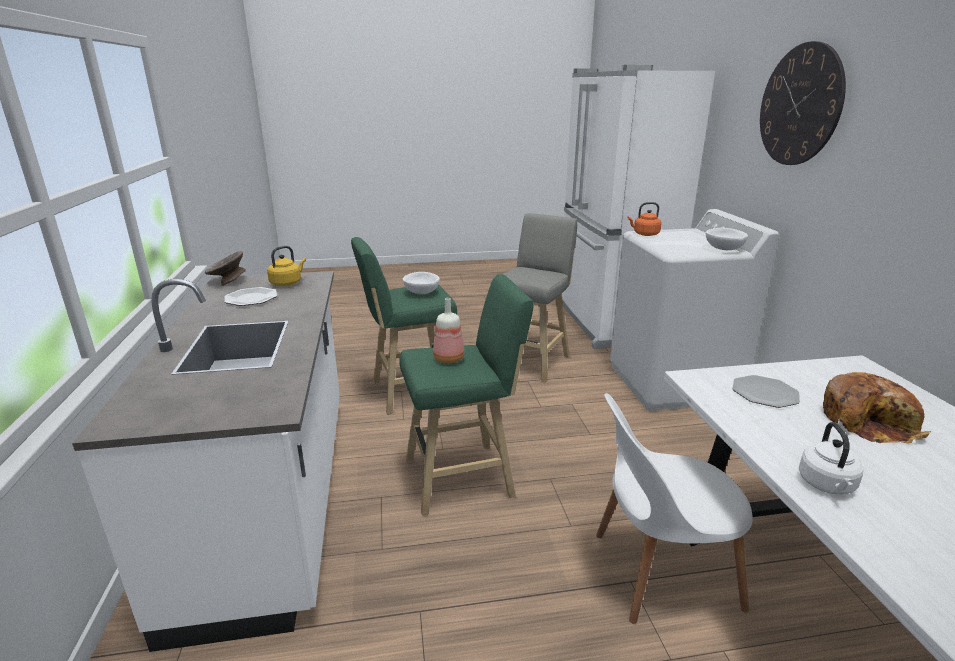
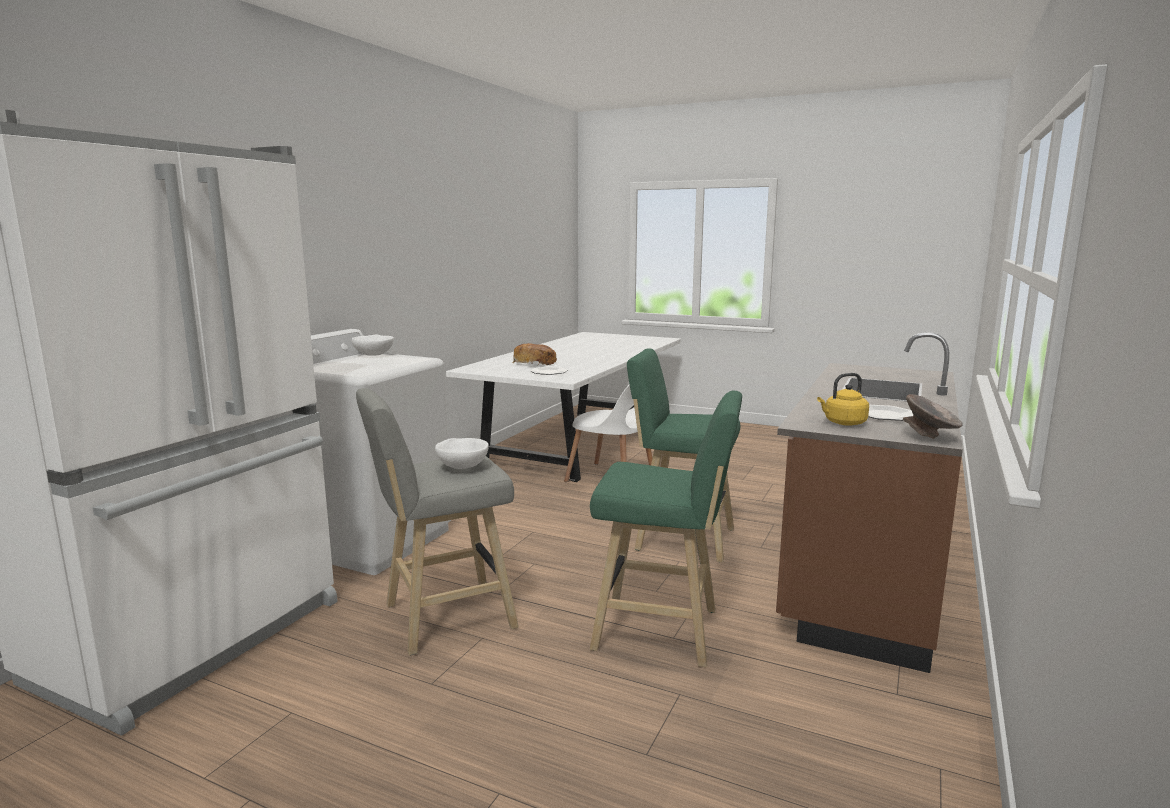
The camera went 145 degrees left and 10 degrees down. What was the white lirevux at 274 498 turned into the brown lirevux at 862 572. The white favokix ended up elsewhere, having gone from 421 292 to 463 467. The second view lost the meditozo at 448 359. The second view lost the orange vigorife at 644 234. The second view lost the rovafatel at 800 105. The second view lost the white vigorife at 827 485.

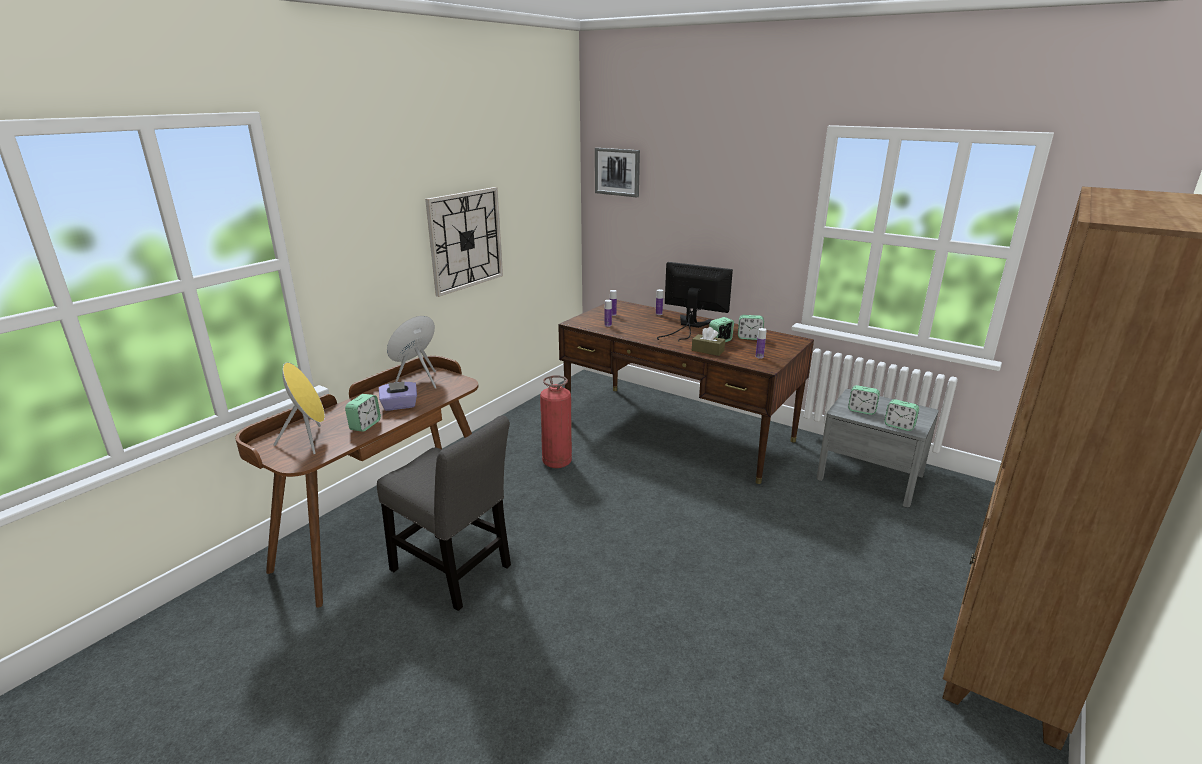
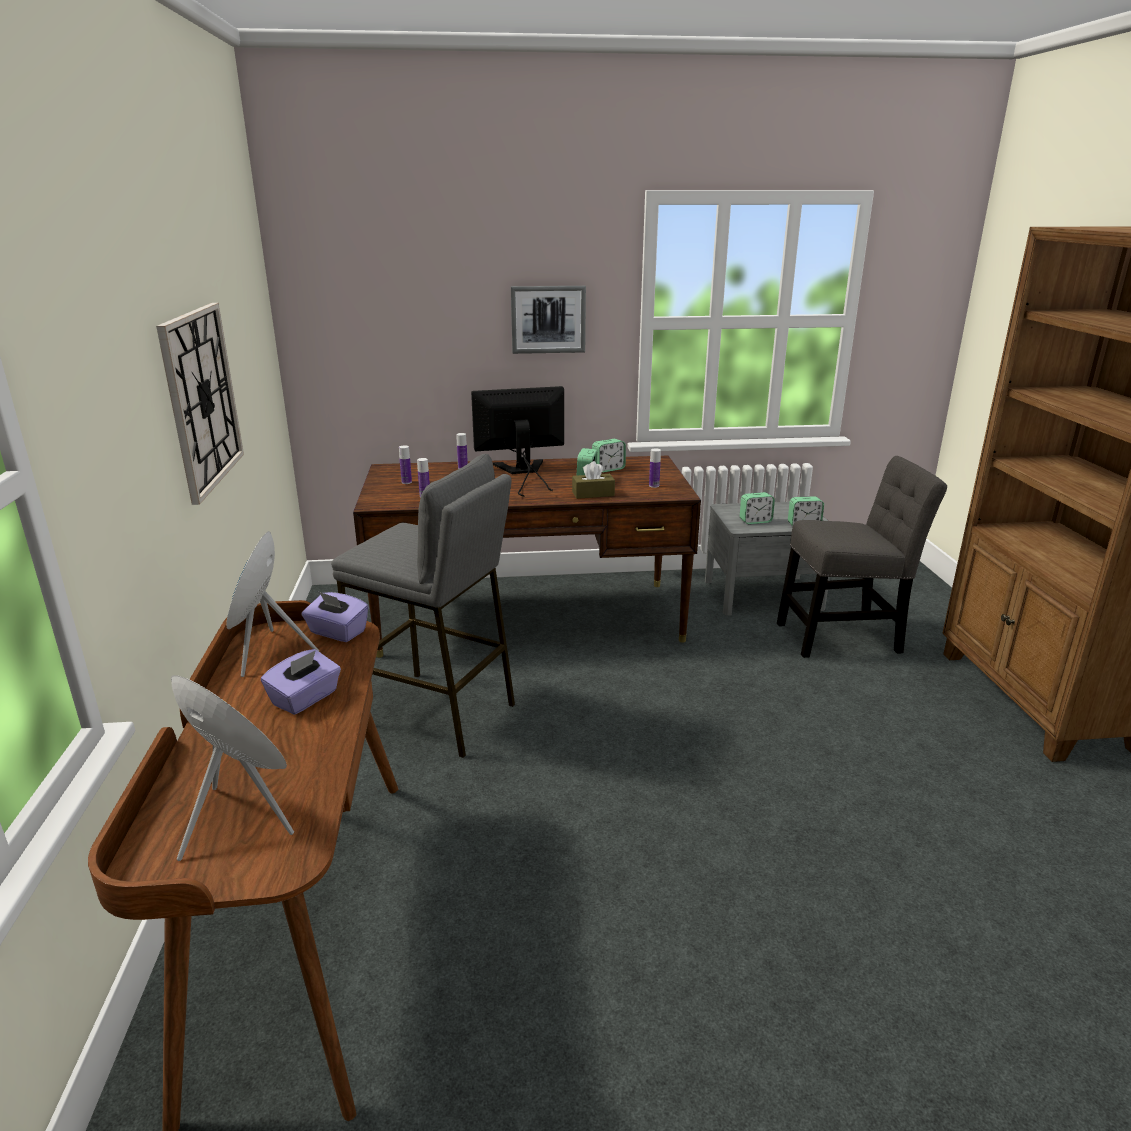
The camera went 40 degrees left and 0 degrees up. The second view lost the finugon at 365 425. The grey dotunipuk ended up elsewhere, having gone from 454 571 to 844 636. Where the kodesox stood at 557 462, the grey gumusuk came to stand at 437 714. The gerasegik ended up elsewhere, having gone from 617 172 to 548 319. The second view gained the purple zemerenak at 337 632.

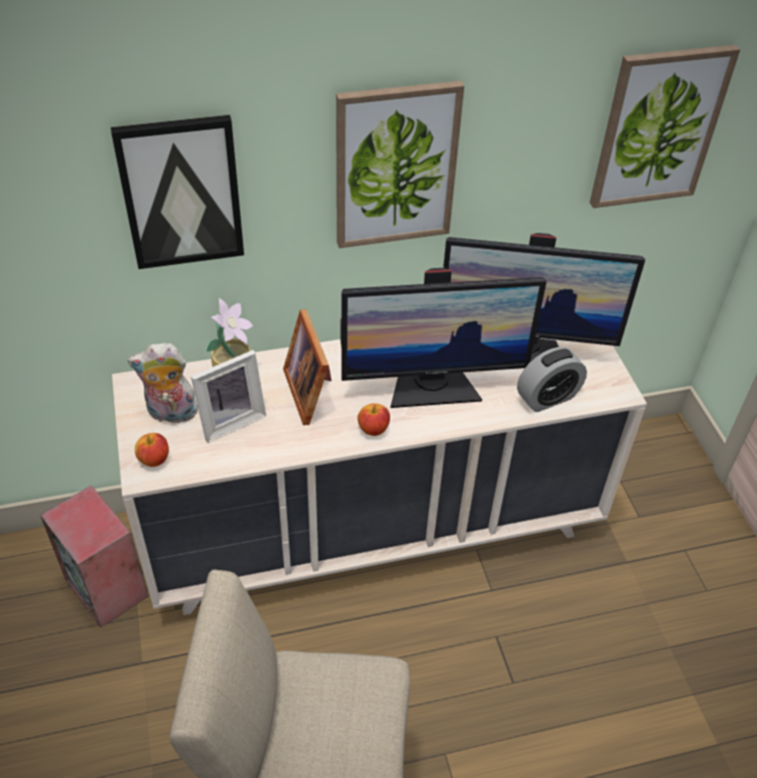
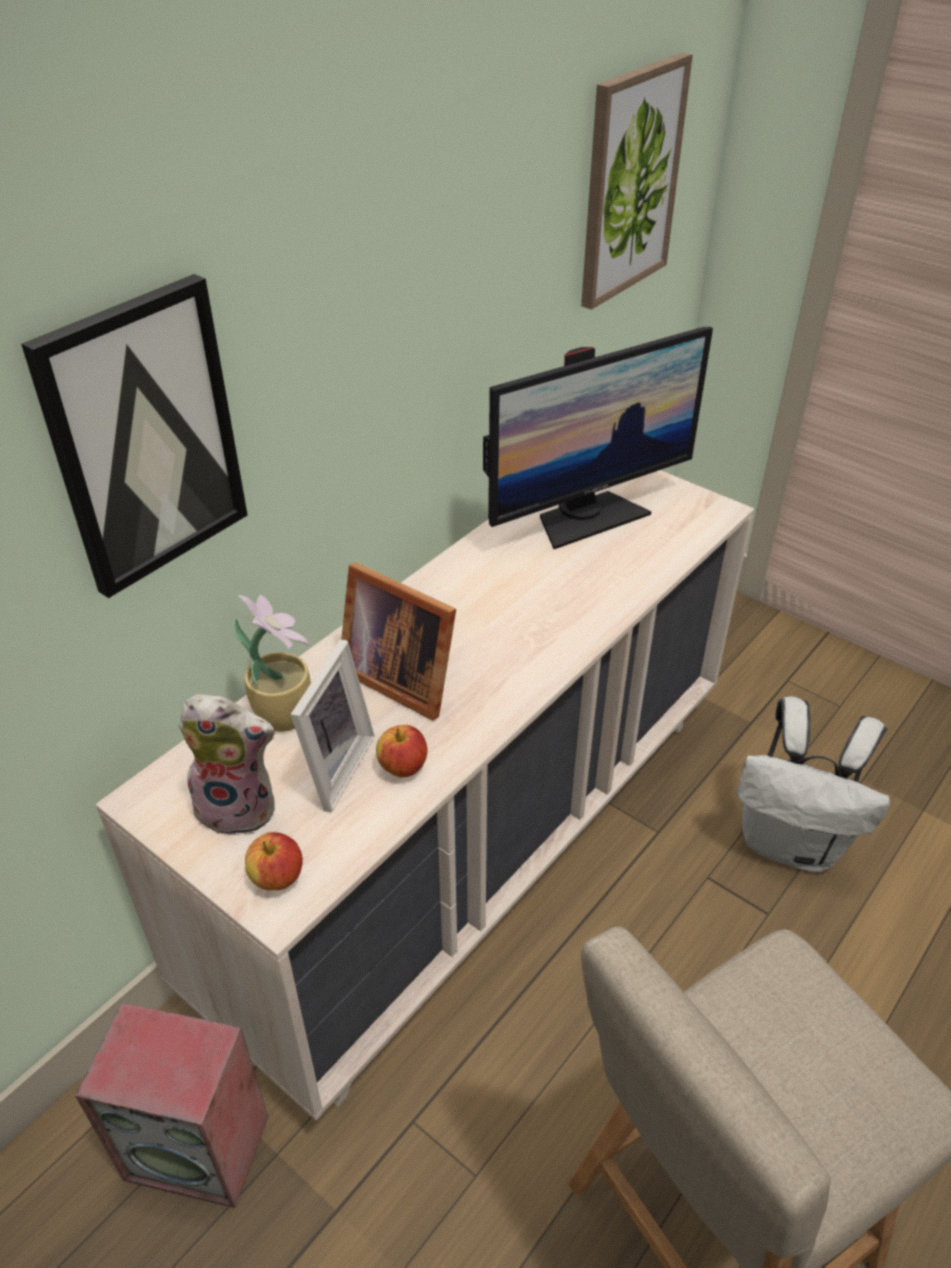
The camera went 35 degrees left and 5 degrees down. The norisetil at 170 414 ended up facing another way, 135 degrees counterclockwise from before. The second view lost the gerasegik at 395 165. The second view lost the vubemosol at 432 387. The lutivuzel ended up elsewhere, having gone from 373 429 to 403 767. The second view lost the finugon at 547 398. The second view gained the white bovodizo at 792 843.

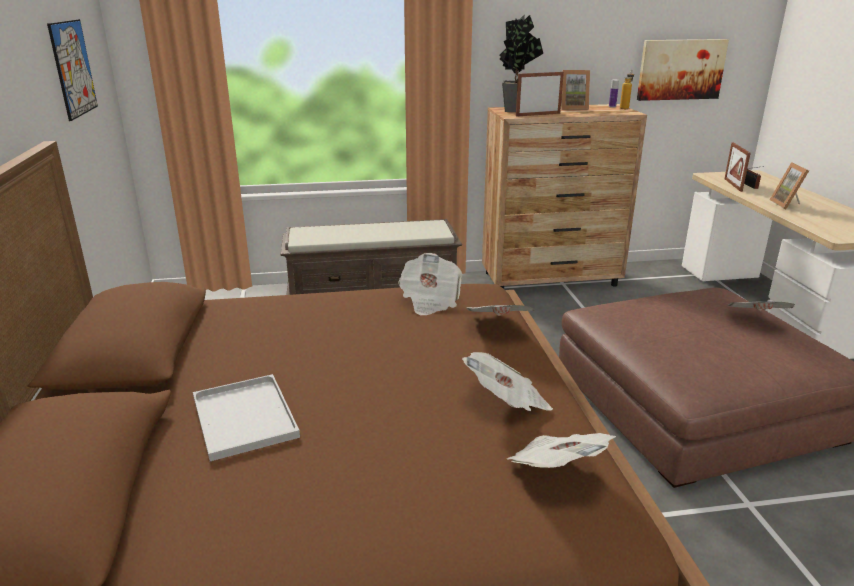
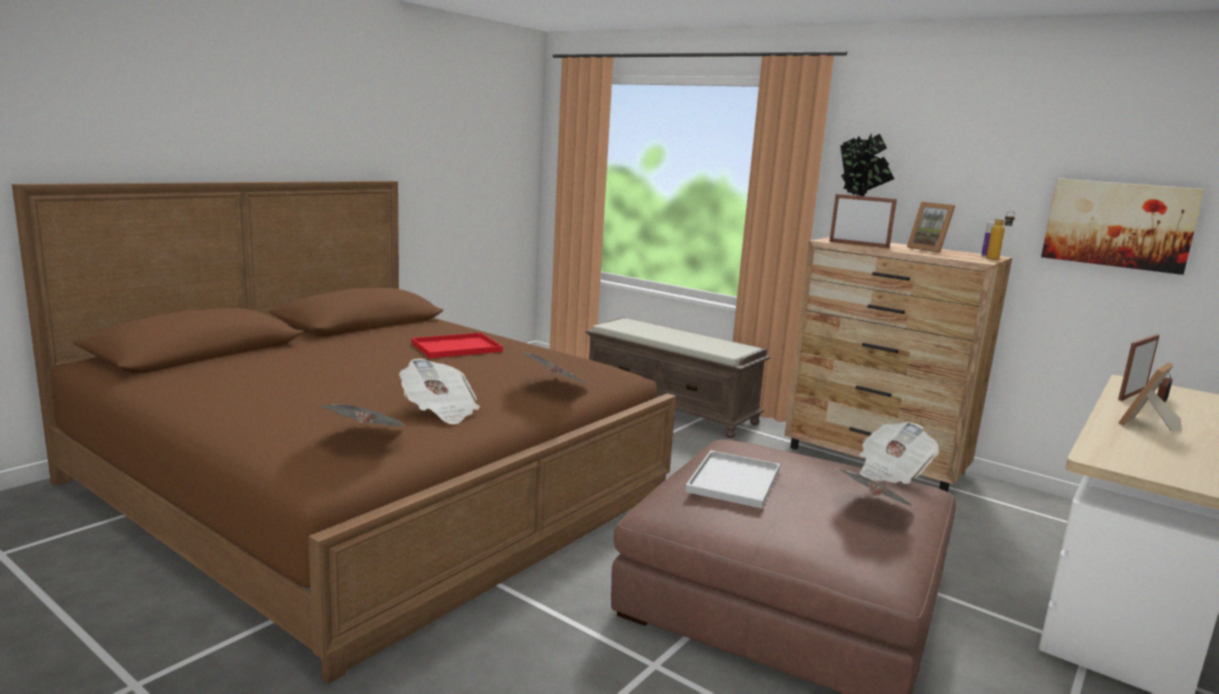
The camera went 45 degrees right and 10 degrees down. The second view lost the gerasegik at 73 68. The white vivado ended up elsewhere, having gone from 242 416 to 733 479. The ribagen ended up elsewhere, having gone from 430 301 to 891 472. The second view gained the red vivado at 458 347.

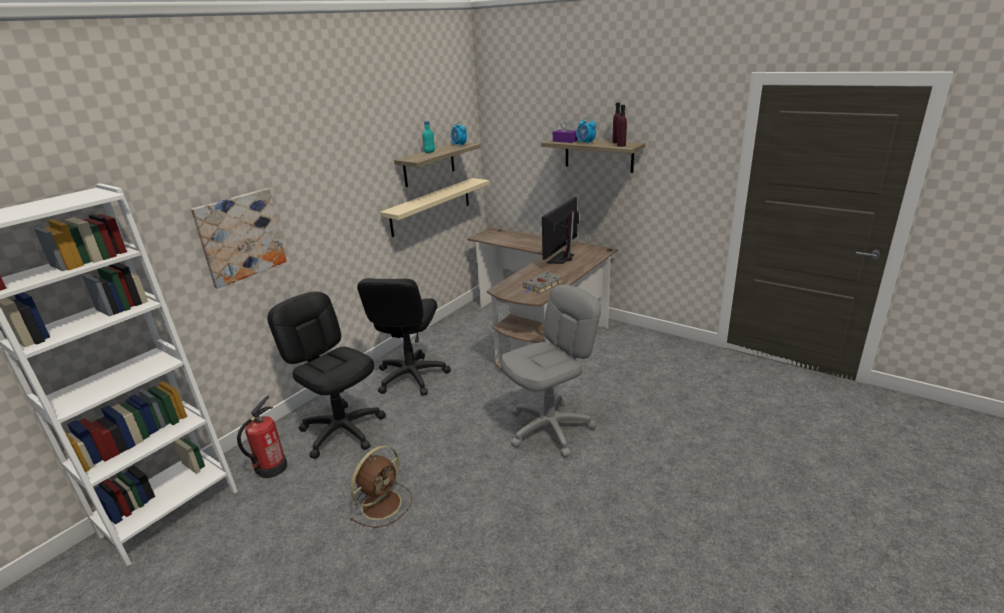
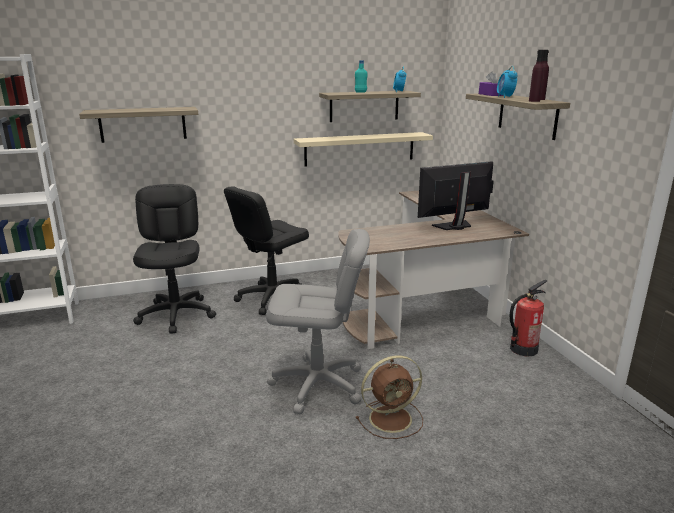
The camera went 35 degrees right and 5 degrees down. Where the gerasegik hung at 240 236, the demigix came to hang at 143 124. The kodesox ended up elsewhere, having gone from 271 468 to 523 349. The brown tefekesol ended up elsewhere, having gone from 382 503 to 392 418. The second view lost the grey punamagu at 542 285.

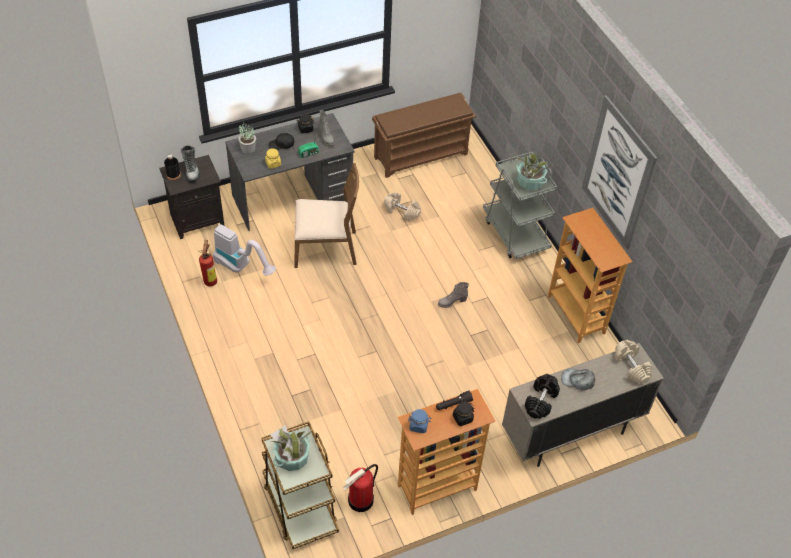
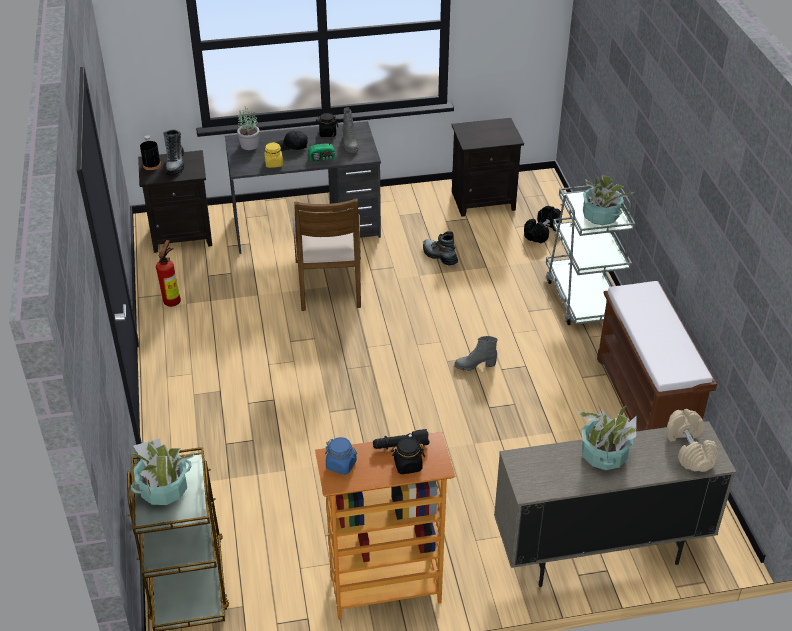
The camera went 15 degrees right and 10 degrees down. The second view lost the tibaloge at 242 267. The brown dotunipuk at 326 248 ended up facing another way, 75 degrees clockwise from before. The second view lost the kodesox at 361 501. Where the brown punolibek stood at 421 155, the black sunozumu came to stand at 483 200. Where the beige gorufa stood at 401 211, the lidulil came to stand at 439 256. The black gorufa ended up elsewhere, having gone from 541 401 to 542 232. Where the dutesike stood at 576 314, the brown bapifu came to stand at 645 403. Where the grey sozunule stood at 578 380, the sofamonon came to stand at 604 455. The second view lost the gerasegik at 618 173.

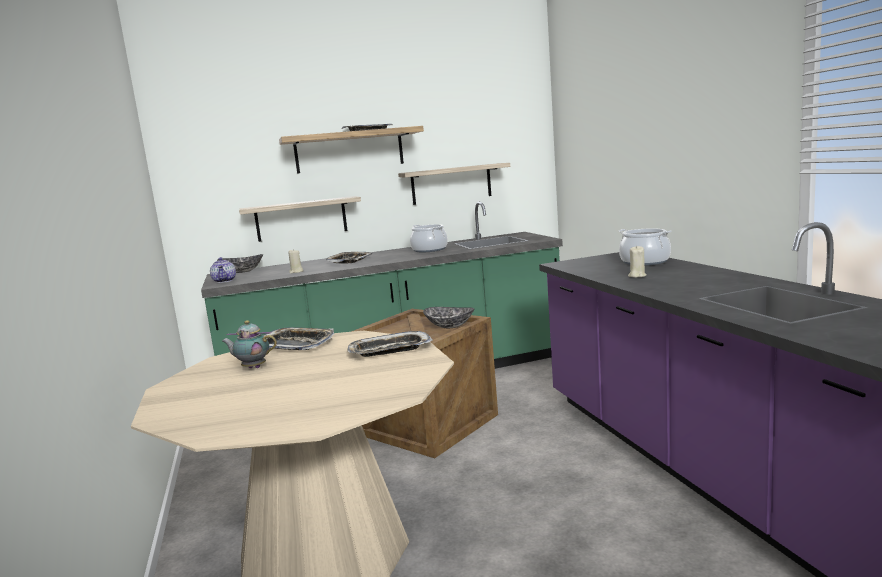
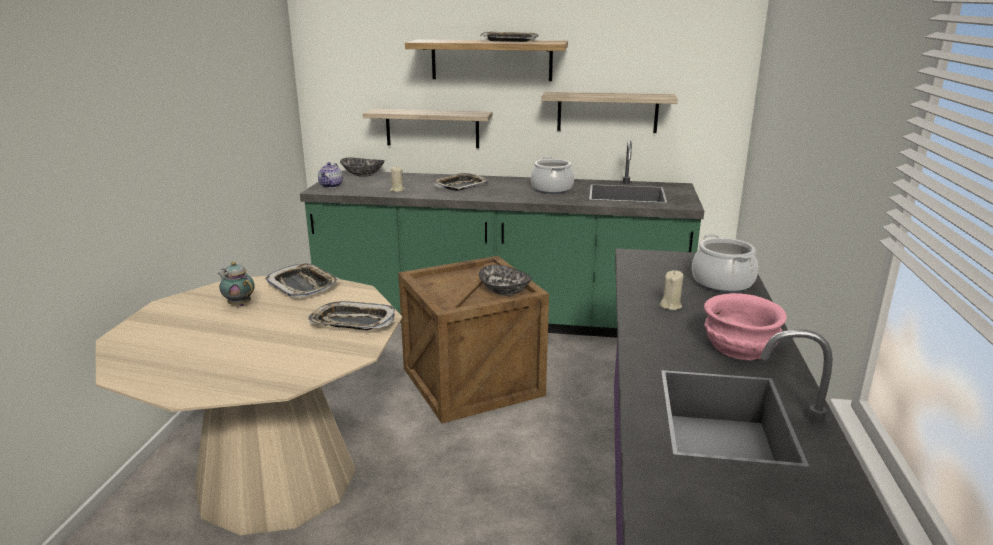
The camera went 25 degrees right and 10 degrees up. The second view gained the pink favokix at 740 347.

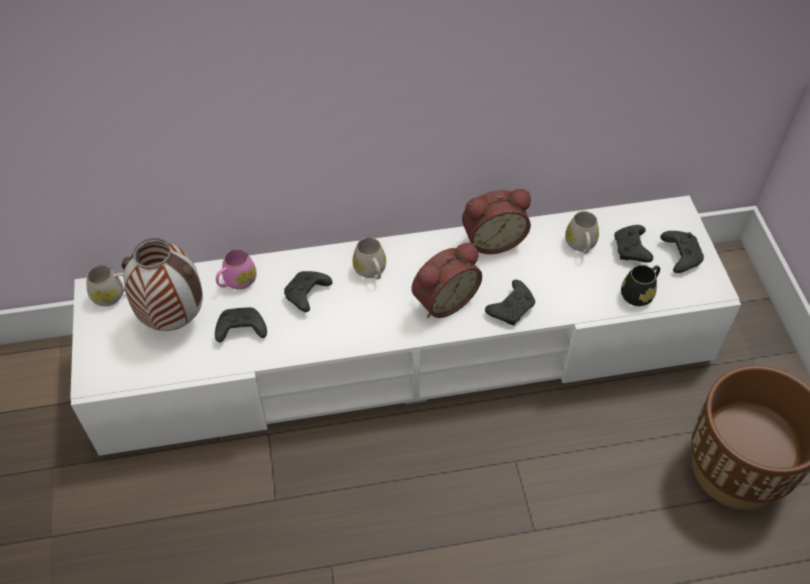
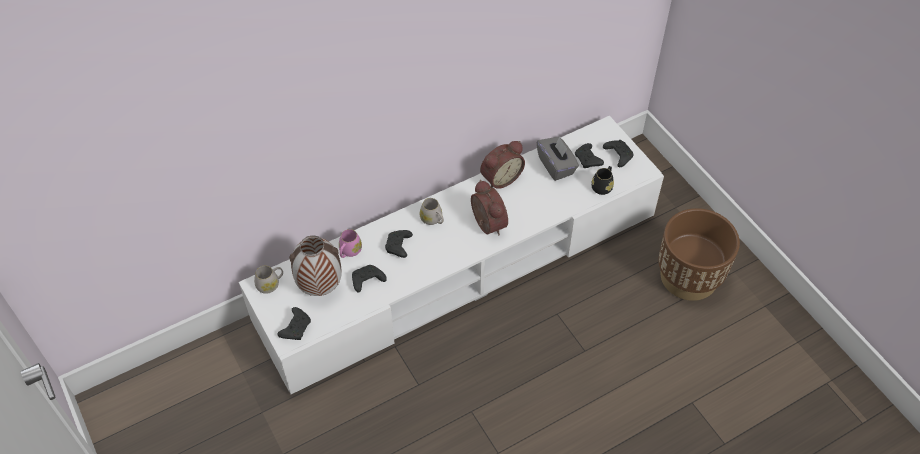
The camera went 20 degrees left and 0 degrees up. The finugon at 443 299 ended up facing another way, 60 degrees counterclockwise from before. The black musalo ended up elsewhere, having gone from 512 308 to 296 327. Where the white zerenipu stood at 581 245, the grey zemerenak came to stand at 556 166.

